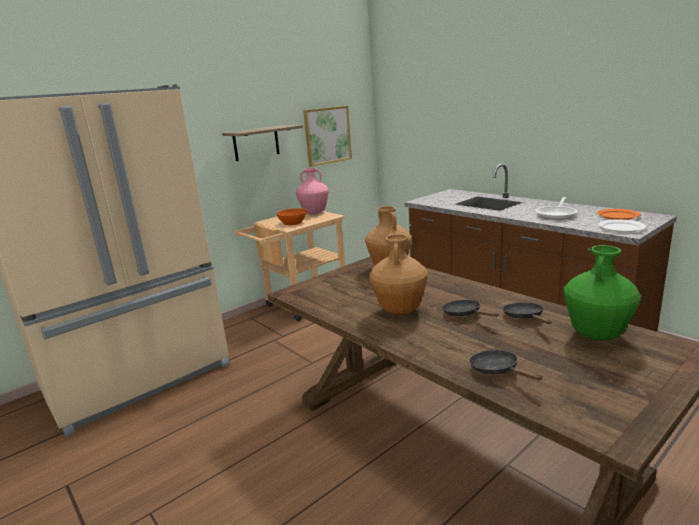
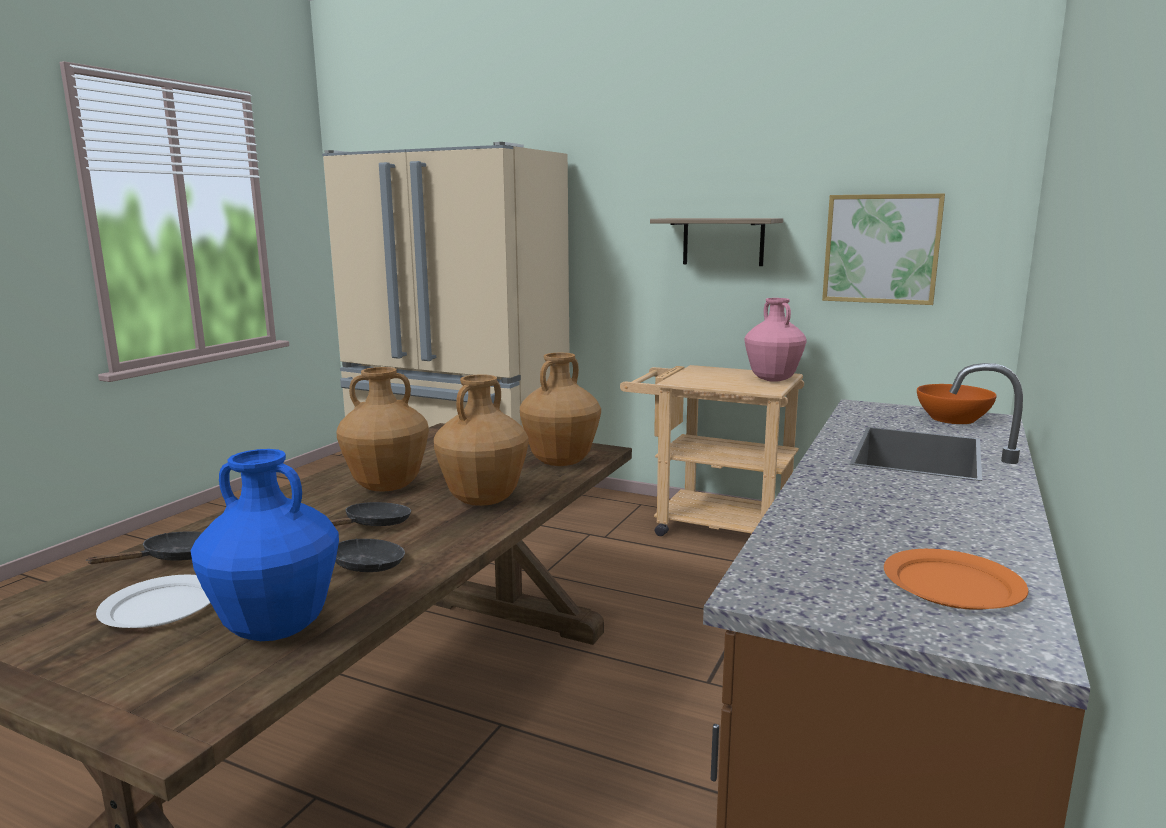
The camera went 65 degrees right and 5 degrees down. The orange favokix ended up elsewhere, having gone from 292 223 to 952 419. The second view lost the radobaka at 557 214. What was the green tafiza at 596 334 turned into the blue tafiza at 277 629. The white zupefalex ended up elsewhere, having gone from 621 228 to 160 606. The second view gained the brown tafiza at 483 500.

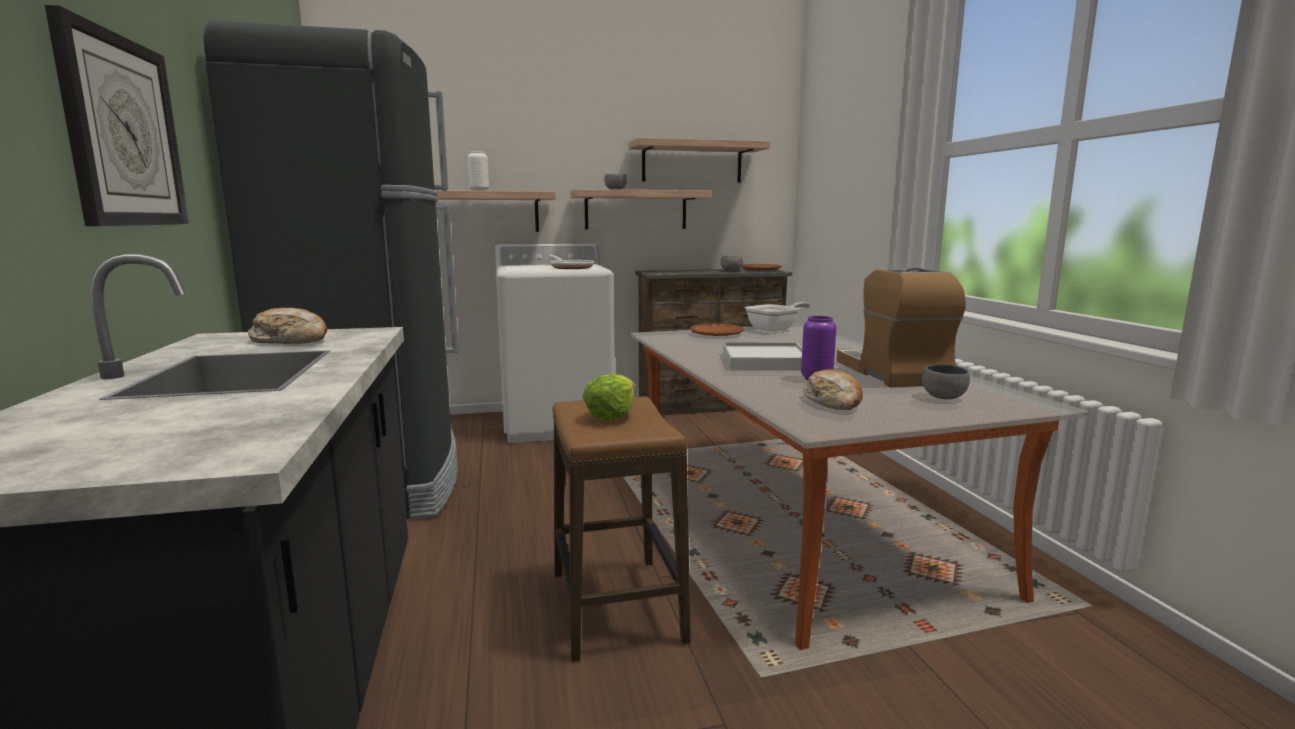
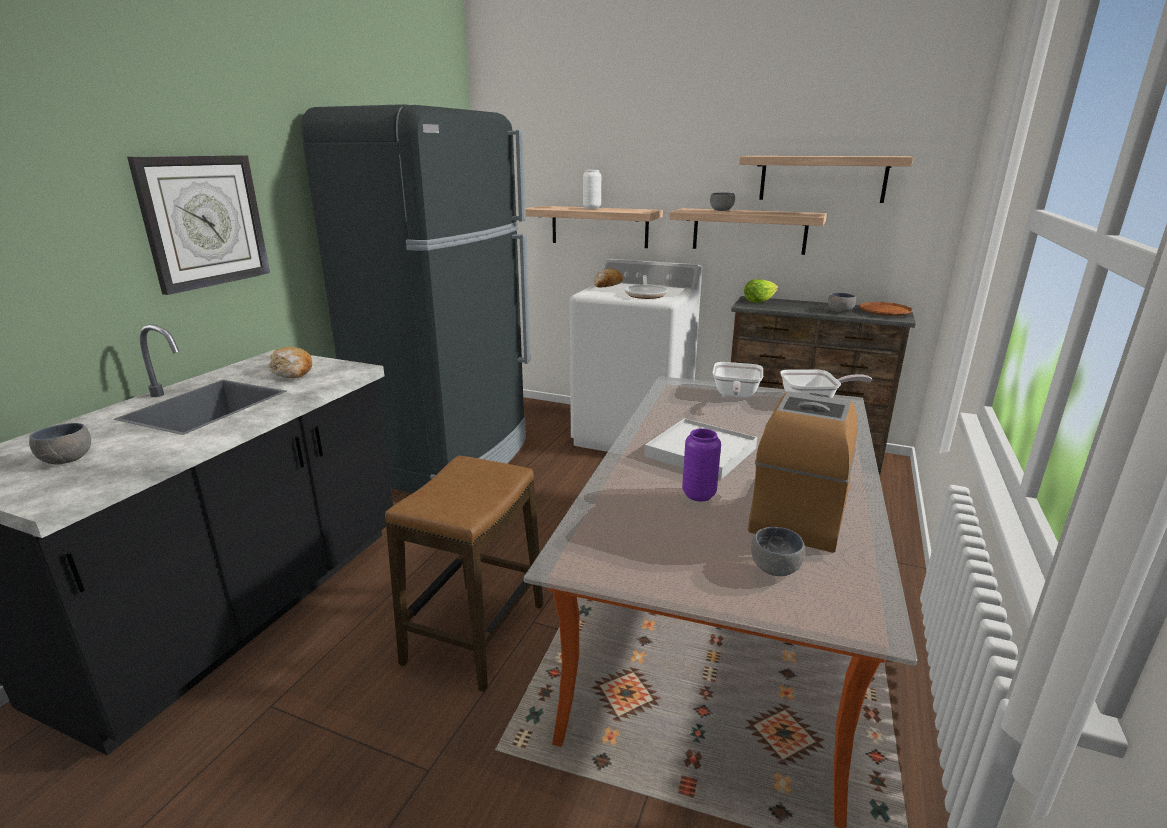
The camera went 35 degrees right and 10 degrees up. The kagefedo ended up elsewhere, having gone from 611 414 to 759 301. Where the brown zupefalex stood at 716 334, the radobaka came to stand at 734 395. The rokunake ended up elsewhere, having gone from 833 402 to 607 285. The second view gained the grey favokix at 68 459.

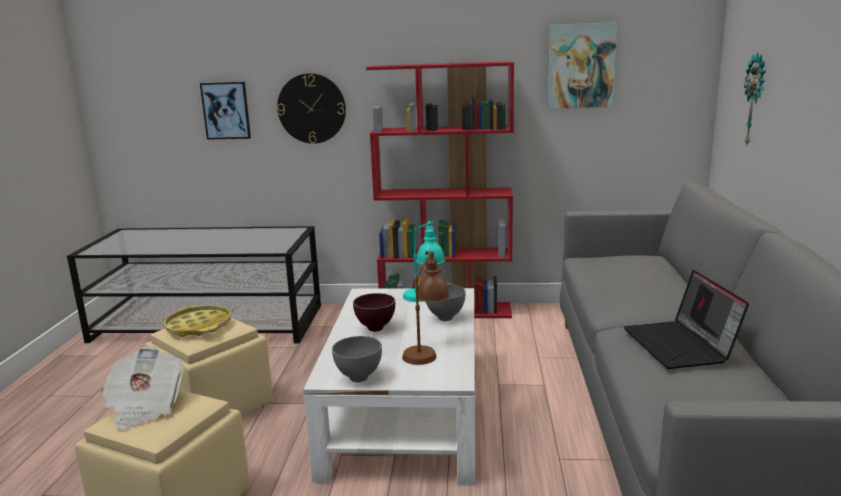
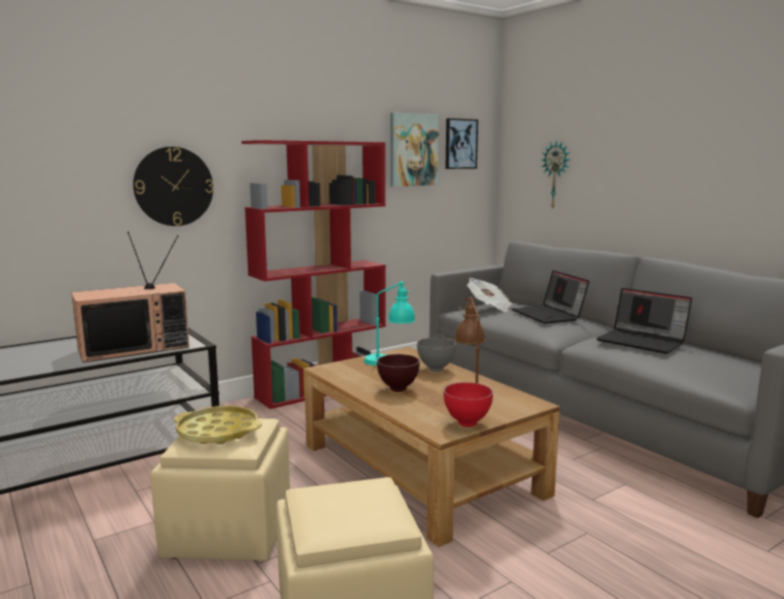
The camera went 40 degrees left and 5 degrees down. The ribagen ended up elsewhere, having gone from 145 406 to 489 307. The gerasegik ended up elsewhere, having gone from 226 110 to 460 144. What was the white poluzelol at 405 412 turned into the brown poluzelol at 421 469. What was the grey favokix at 360 379 turned into the red favokix at 468 423. The second view gained the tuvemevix at 135 348. The second view gained the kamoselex at 549 315.

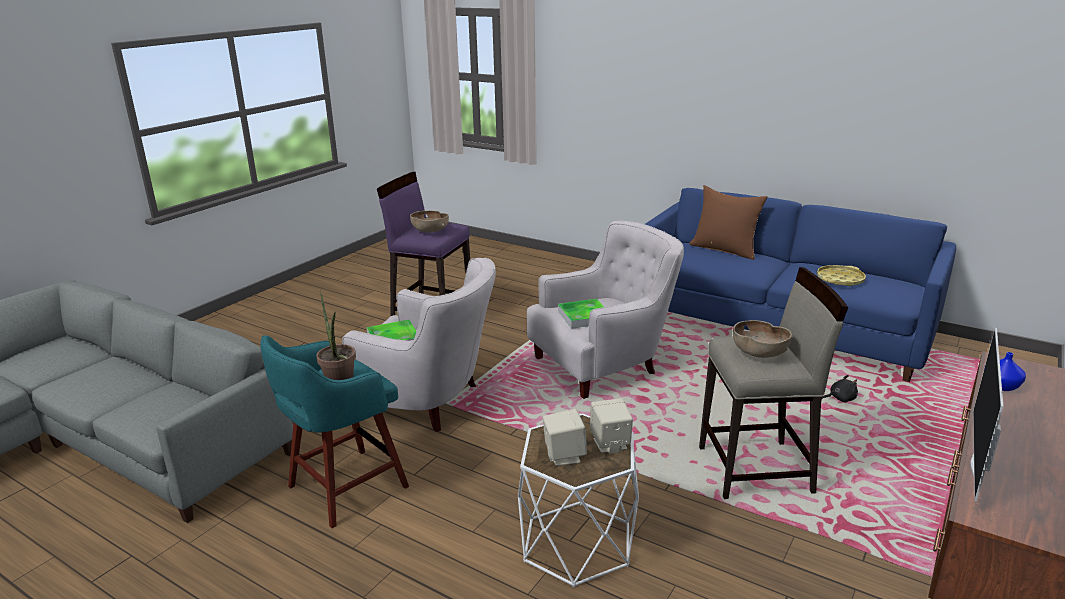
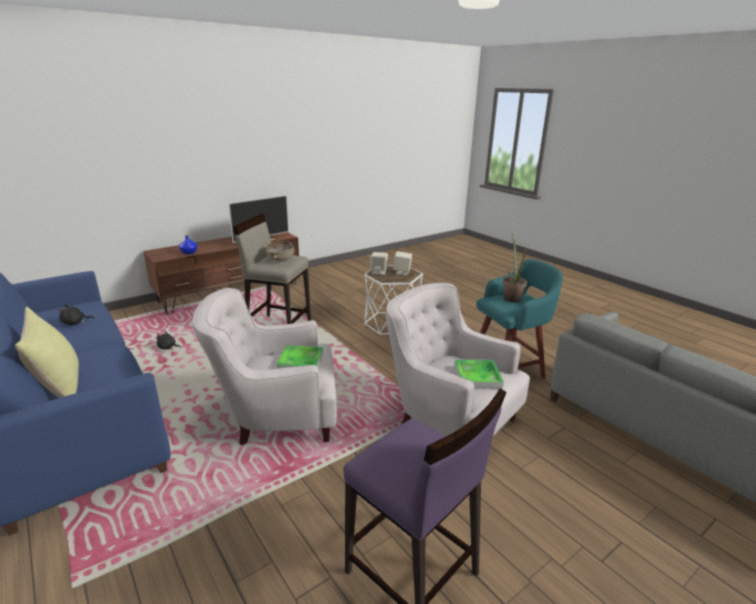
The camera went 160 degrees left and 0 degrees up. The second view lost the brown favokix at 430 231. What was the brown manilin at 725 250 turned into the yellow manilin at 59 386. Where the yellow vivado stood at 840 280, the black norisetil came to stand at 75 323.

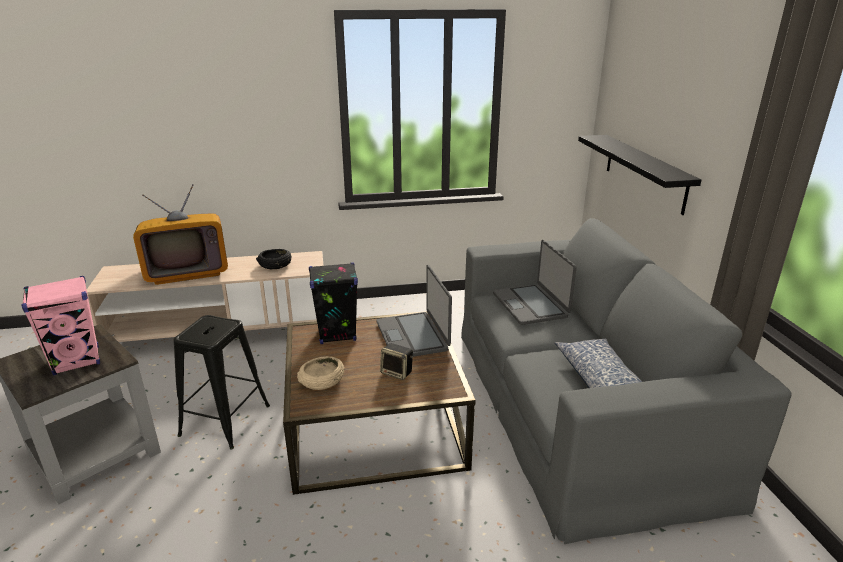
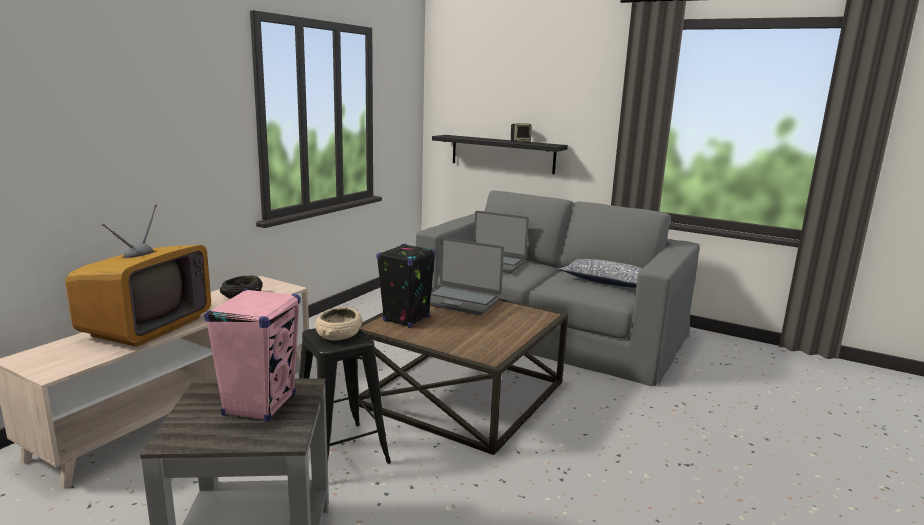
The camera went 50 degrees left and 10 degrees down. The beige favokix ended up elsewhere, having gone from 322 382 to 339 334. The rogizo ended up elsewhere, having gone from 397 372 to 520 142.

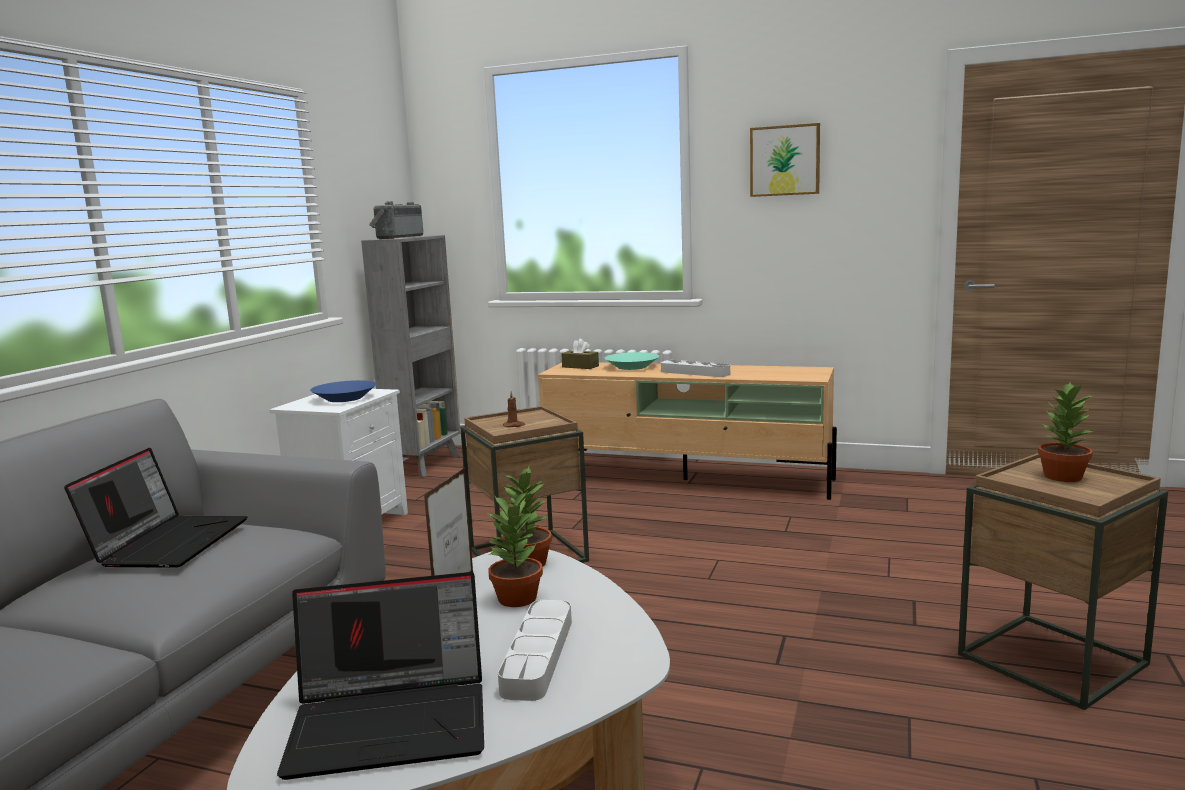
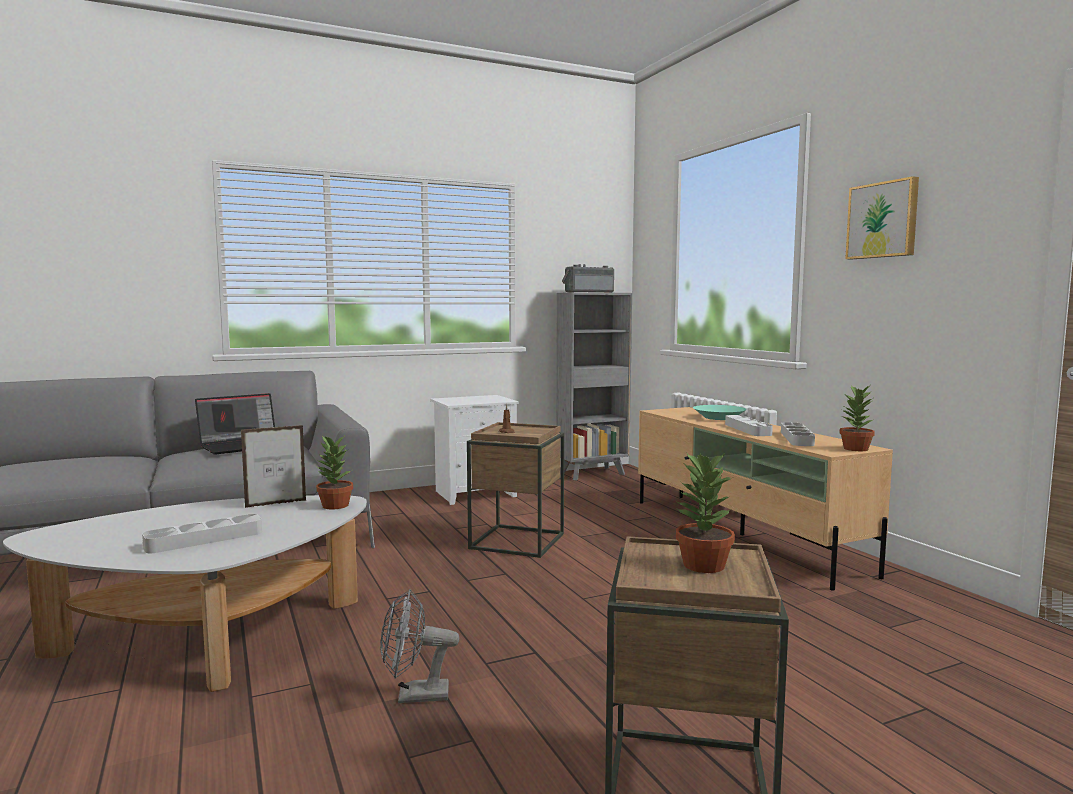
The camera went 45 degrees right and 5 degrees down. The second view lost the kamoselex at 393 721. The second view lost the blue favokix at 344 398. The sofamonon ended up elsewhere, having gone from 518 599 to 856 449. The second view lost the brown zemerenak at 580 366. The second view gained the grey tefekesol at 414 696. The second view gained the grey vivado at 796 438.

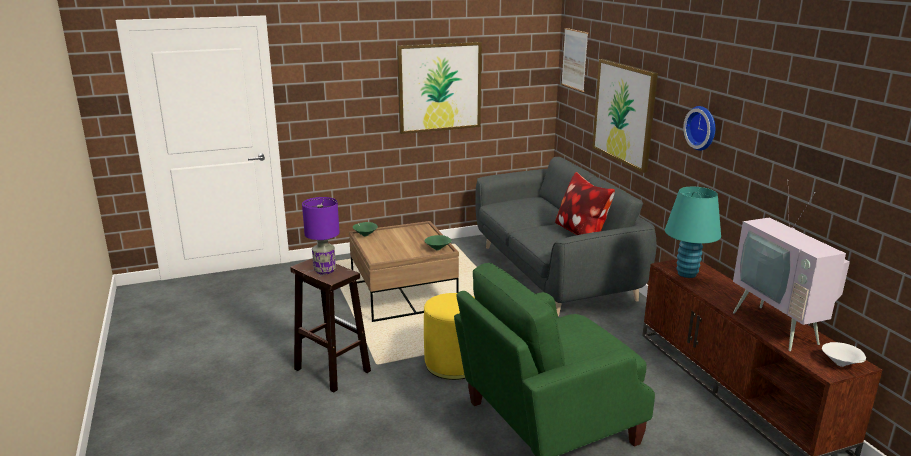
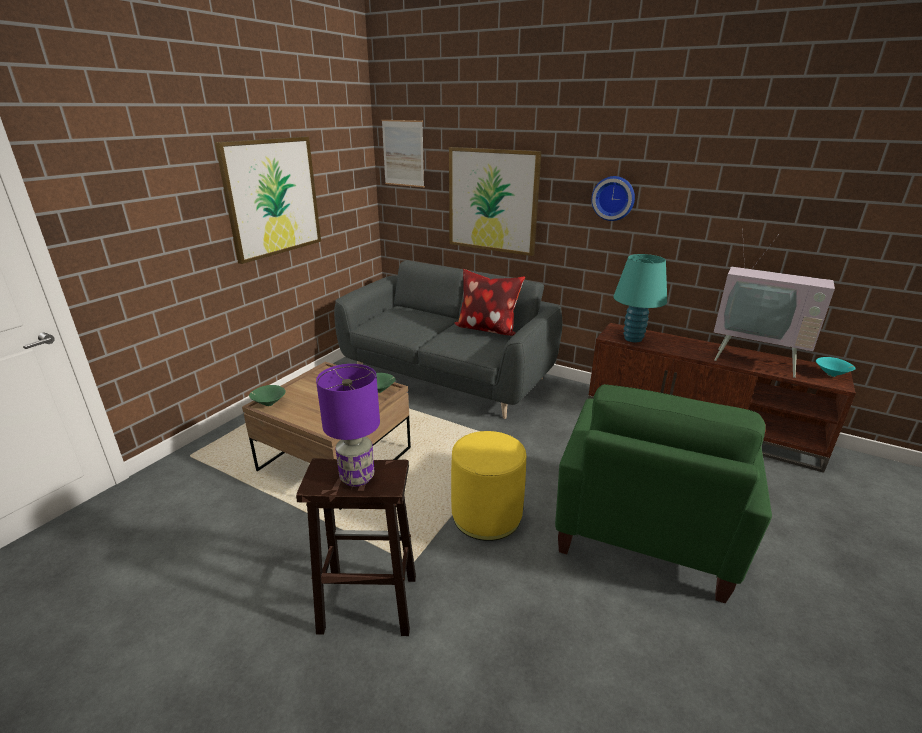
The camera went 40 degrees left and 5 degrees up. What was the white favokix at 841 364 turned into the turquoise favokix at 832 375.

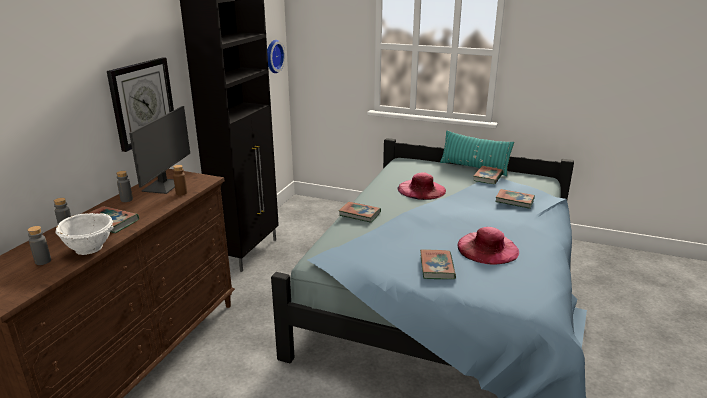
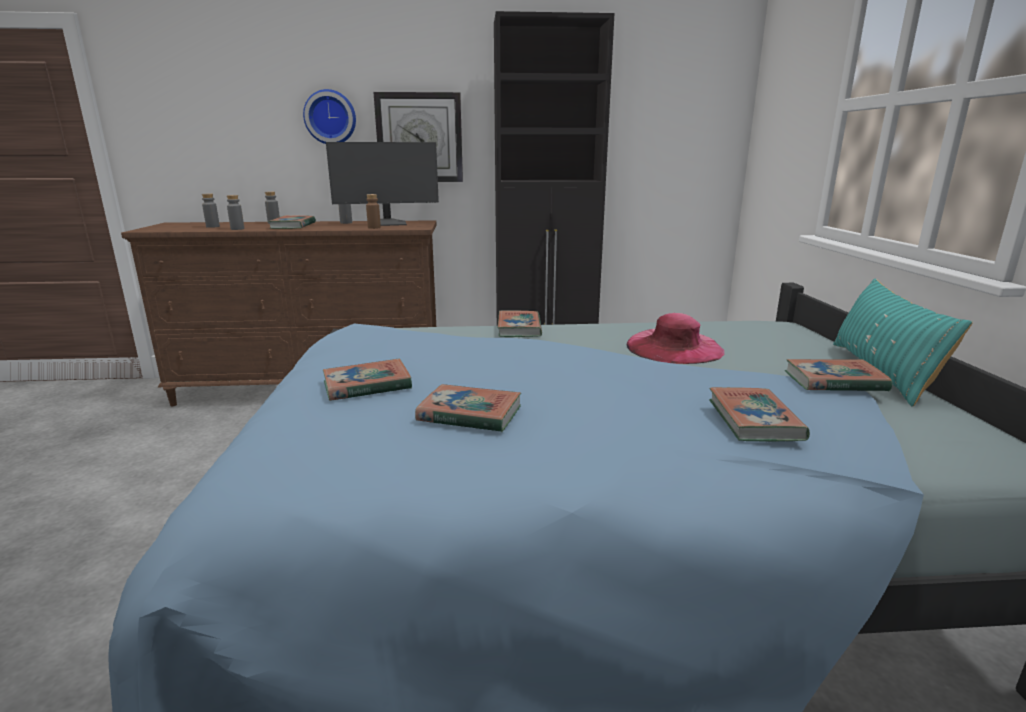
The camera went 65 degrees right and 5 degrees down. Where the white favokix stood at 90 248, the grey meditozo came to stand at 237 229. The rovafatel ended up elsewhere, having gone from 273 56 to 330 117. Where the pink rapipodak stood at 487 248, the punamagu came to stand at 469 414.

